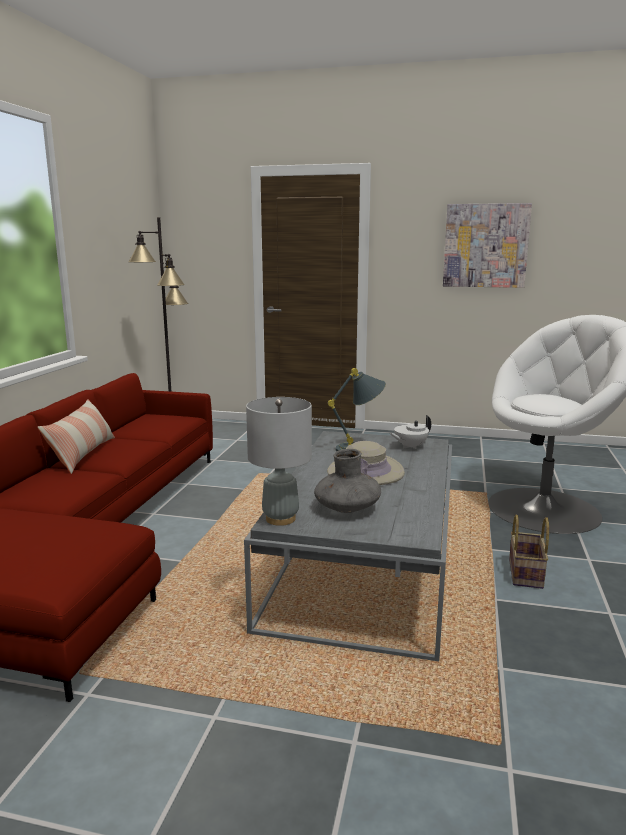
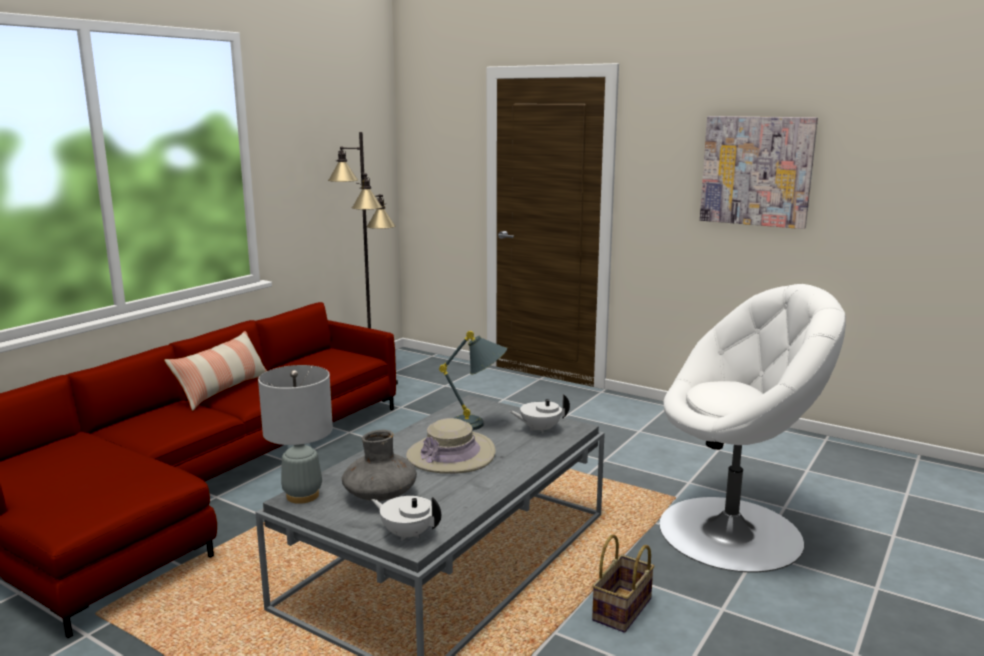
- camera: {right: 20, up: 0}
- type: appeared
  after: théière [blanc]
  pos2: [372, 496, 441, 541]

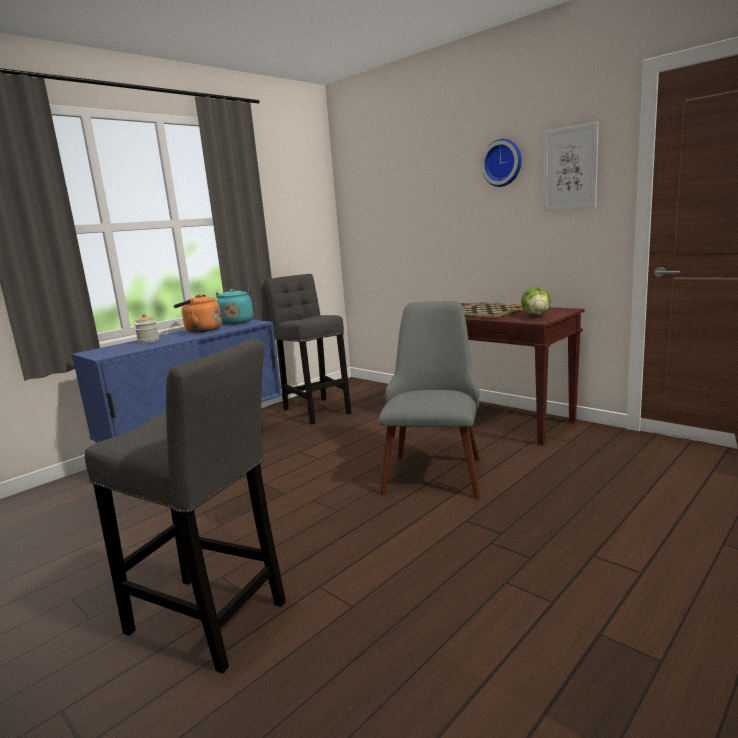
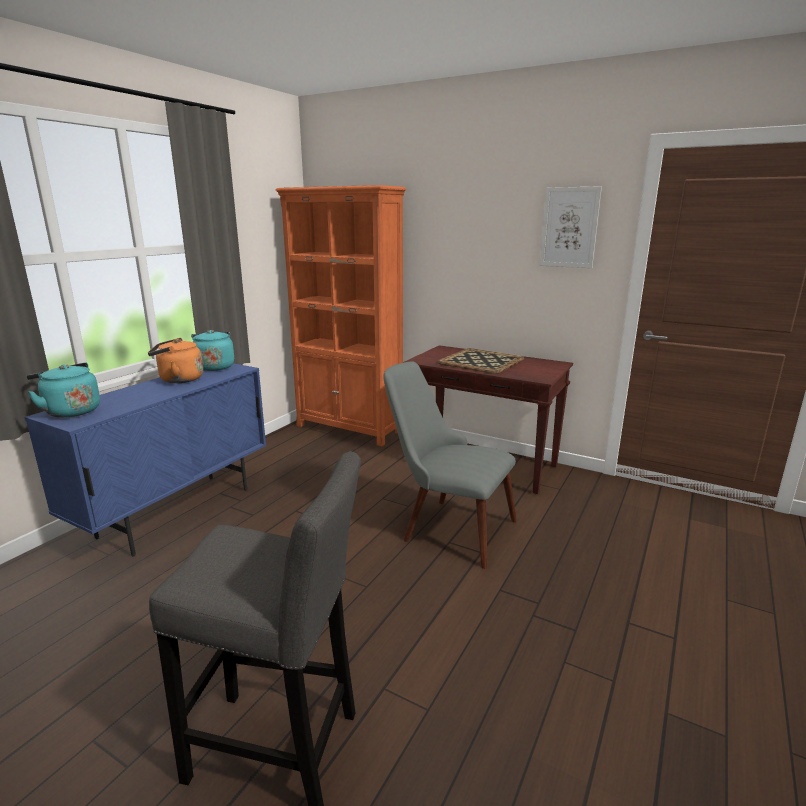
- camera: {right: -15, up: 5}
- type: missing
  before: bocal
  pos1: [134, 313, 159, 343]
- type: missing
  before: tabouret [gris]
  pos1: [264, 274, 351, 424]
- type: spun
  before: chaise [gris]
  pos1: [379, 301, 480, 499]
  pos2: [383, 362, 517, 569]
  turn: -60
- type: missing
  before: horloge murale
  pos1: [481, 139, 522, 187]
- type: missing
  before: laitue
  pos1: [521, 287, 551, 316]
- type: appeared
  after: bouilloire [turquoise]
  pos2: [27, 363, 100, 418]
- type: appeared
  after: bibliothèque [orange]
  pos2: [276, 185, 406, 446]

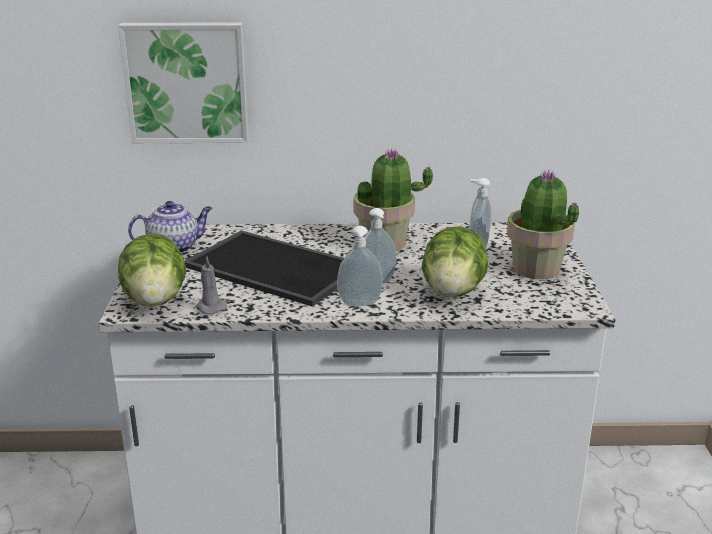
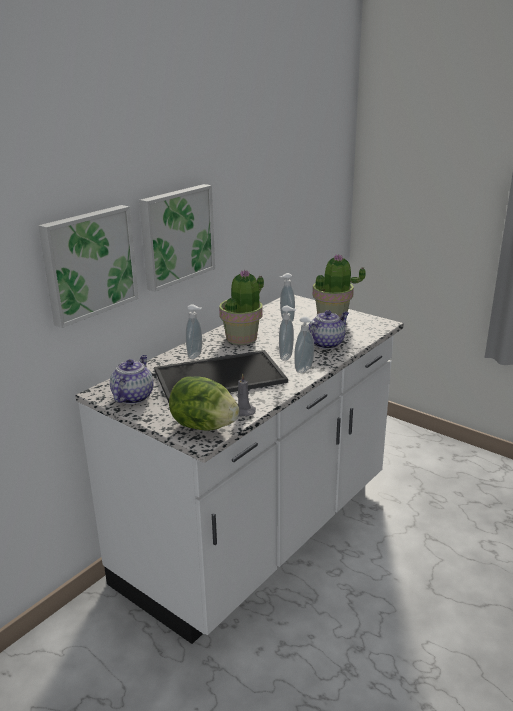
- camera: {right: -50, up: 0}
- type: exchanged
  before: laitue
  after: théière
  pos1: [422, 226, 488, 297]
  pos2: [308, 310, 349, 349]
- type: appeared
  after: tableau
  pos2: [139, 184, 215, 292]
- type: appeared
  after: distributeur de savon
  pos2: [186, 304, 202, 359]

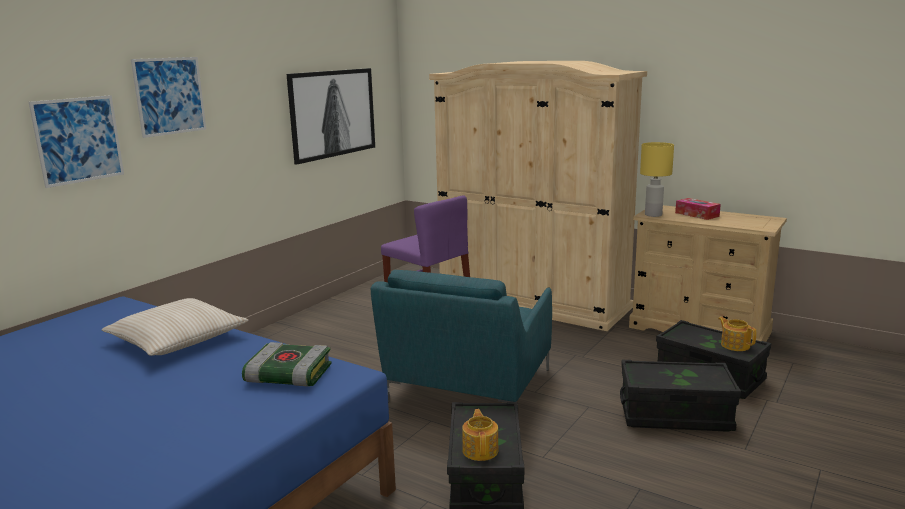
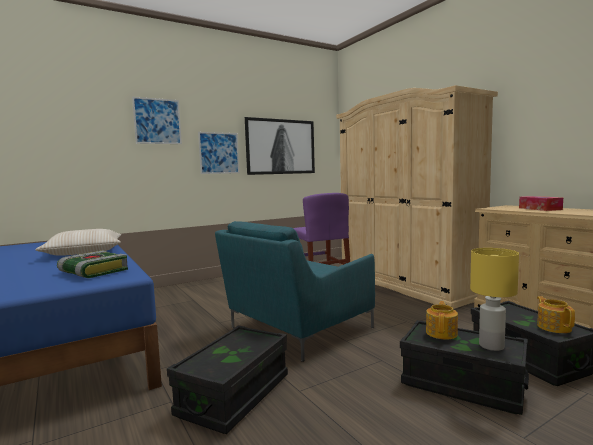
- camera: {right: 25, up: -10}
- type: relocated
  before: tableau
  pos1: [29, 95, 124, 188]
  pos2: [198, 132, 239, 174]
- type: relocated
  before: théière
  pos1: [462, 409, 498, 461]
  pos2: [426, 301, 458, 340]
- type: relocated
  before: lampe de table [jaune]
  pos1: [640, 142, 674, 217]
  pos2: [470, 248, 519, 351]

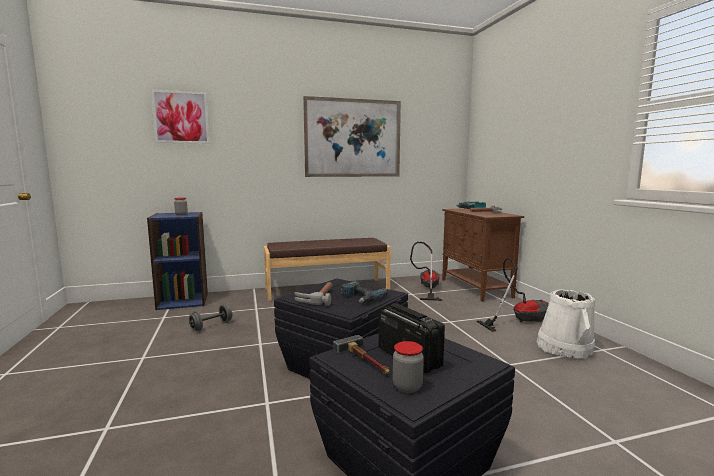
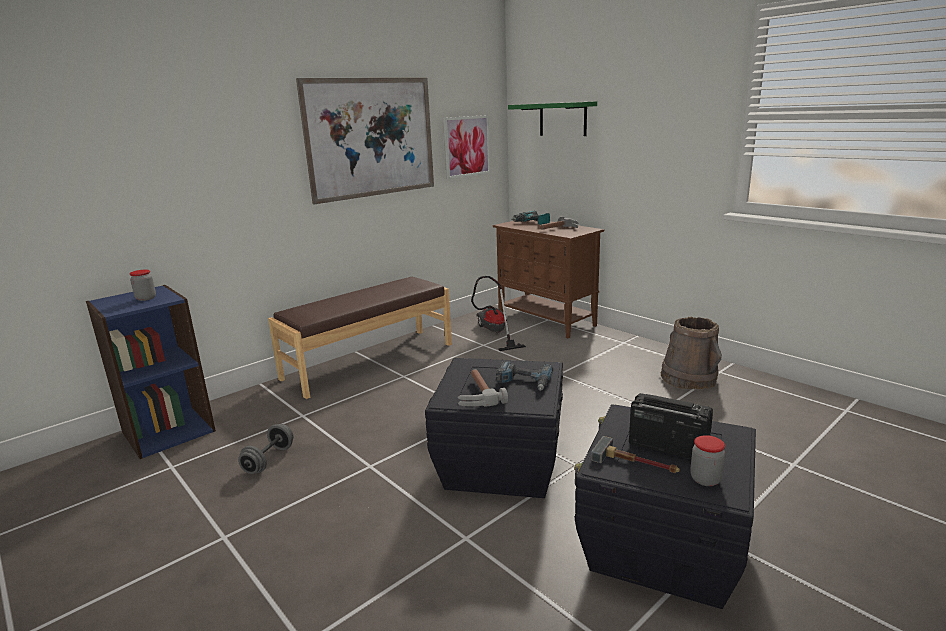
- camera: {right: -25, up: 10}
- type: relocated
  before: tableau
  pos1: [151, 90, 210, 144]
  pos2: [443, 115, 490, 179]
- type: missing
  before: aspirateur
  pos1: [477, 258, 549, 332]
- type: colour
  before: seau [blanc]
  after: seau [marron]
  pos1: [536, 289, 595, 359]
  pos2: [661, 317, 722, 390]
- type: appeared
  after: étagère [vert]
  pos2: [508, 101, 597, 136]

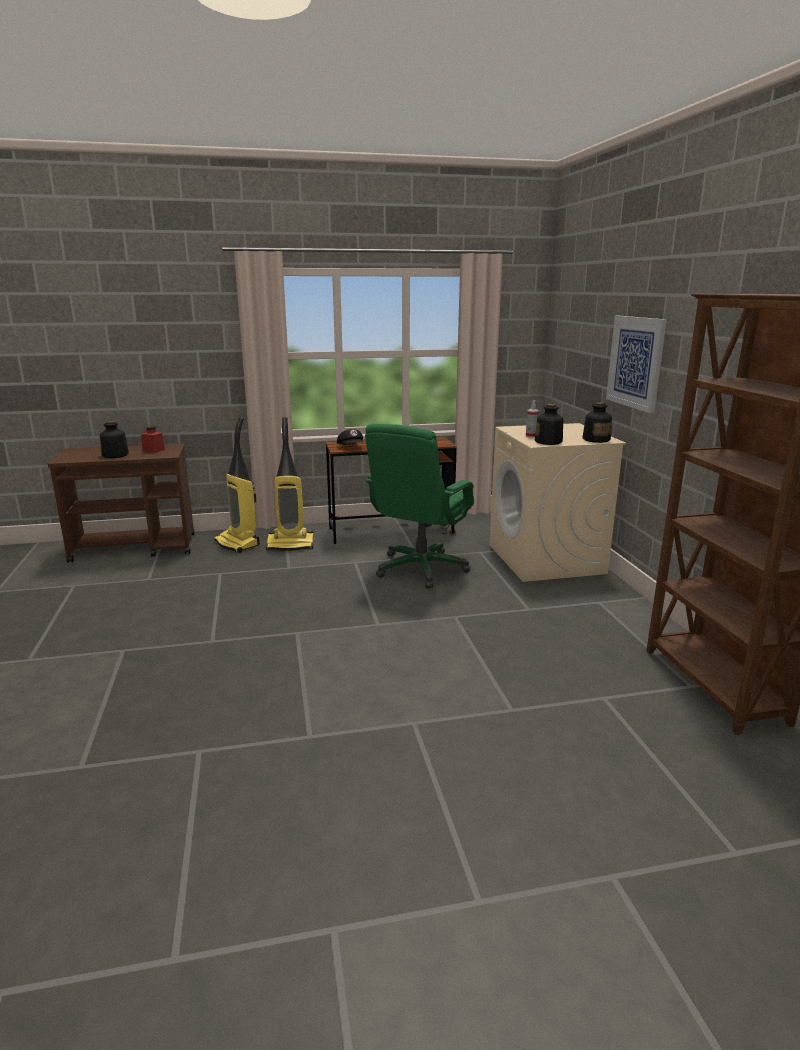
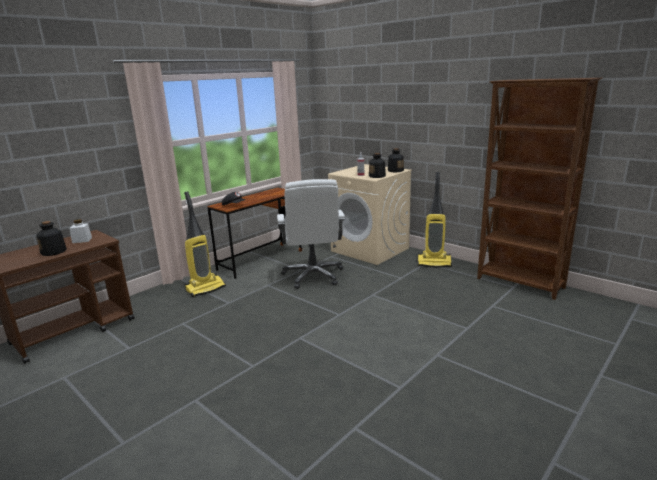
- camera: {right: -35, up: 0}
- type: colour
  before: bocal [rouge]
  after: bocal [blanc]
  pos1: [141, 426, 165, 453]
  pos2: [69, 219, 92, 243]
- type: relocated
  before: aspirateur
  pos1: [214, 417, 260, 553]
  pos2: [418, 172, 452, 268]
- type: colour
  before: chaise de bureau [vert]
  after: chaise de bureau [blanc]
  pos1: [365, 424, 474, 588]
  pos2: [277, 179, 345, 289]
- type: missing
  before: tableau
  pos1: [606, 316, 667, 413]

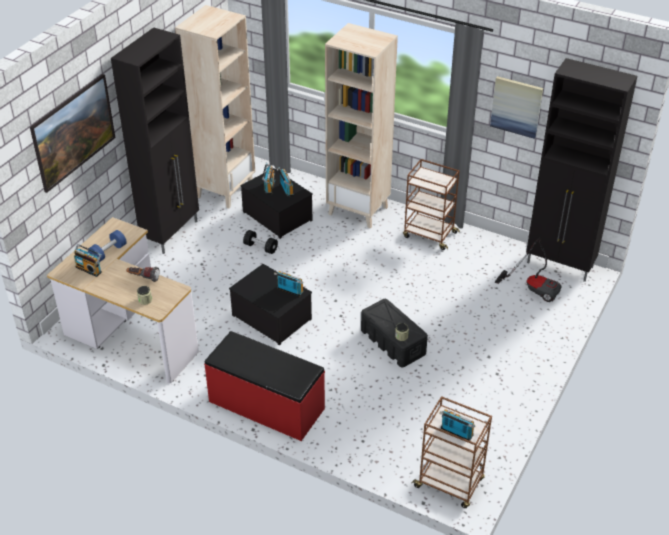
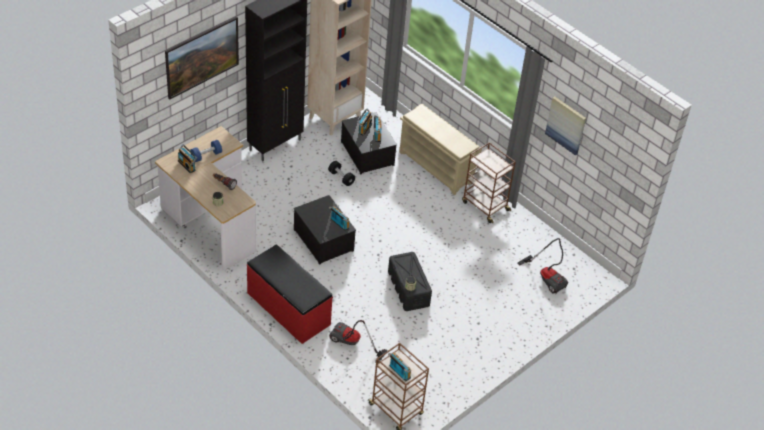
- camera: {right: 15, up: 5}
- type: exchanged
  before: bibliothèque [beige]
  after: étagère à chaussures [beige]
  pos1: [325, 23, 398, 229]
  pos2: [399, 104, 482, 195]
- type: missing
  before: meuble de rangement [noir]
  pos1: [526, 58, 637, 282]
- type: appeared
  after: aspirateur
  pos2: [329, 320, 388, 363]

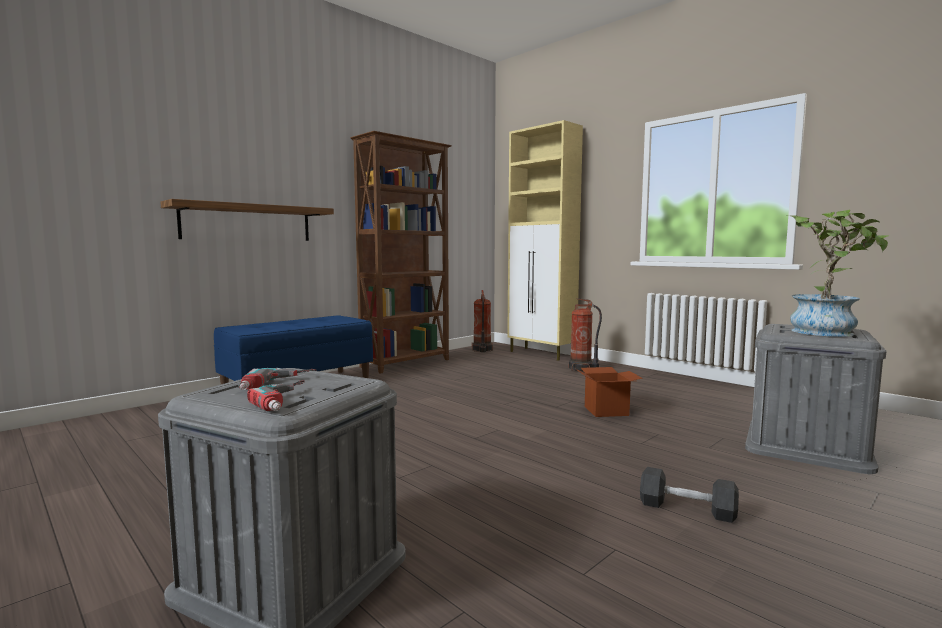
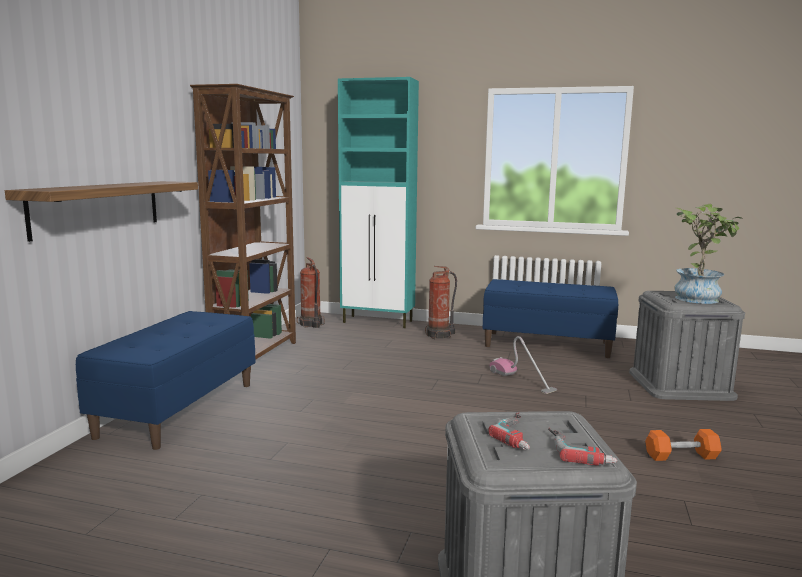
- camera: {right: -30, up: 5}
- type: colour
  before: meuble de rangement [beige]
  after: meuble de rangement [turquoise]
  pos1: [507, 120, 583, 361]
  pos2: [338, 77, 419, 328]
- type: exchanged
  before: carton
  after: aspirateur
  pos1: [575, 367, 643, 417]
  pos2: [489, 336, 557, 394]
- type: colour
  before: haltère [noir]
  after: haltère [orange]
  pos1: [640, 467, 739, 523]
  pos2: [645, 429, 722, 461]
- type: appeared
  after: banc [bleu]
  pos2: [483, 279, 618, 358]

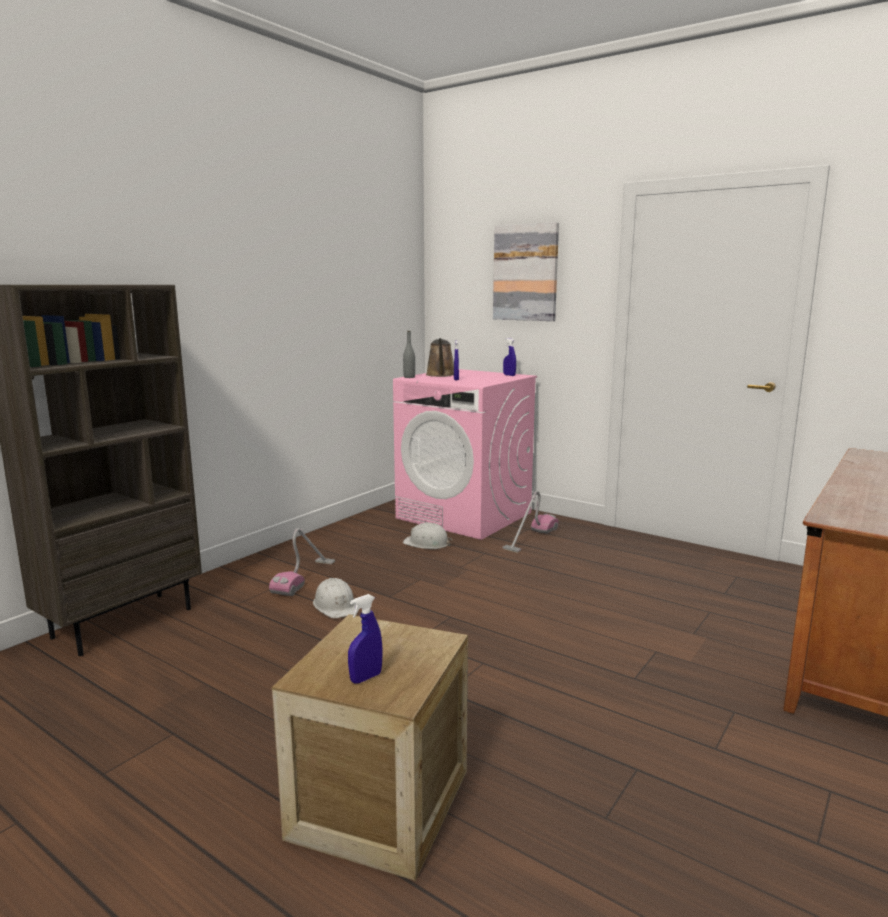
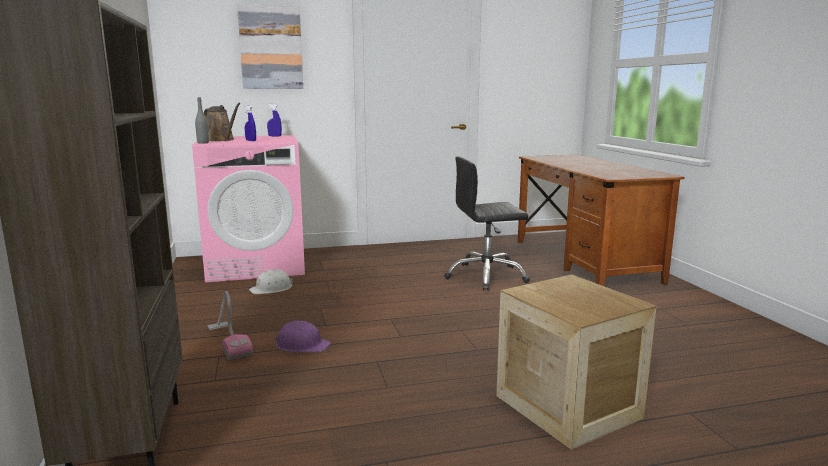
- camera: {right: -50, up: 0}
- type: colour
  before: casque de chantier [blanc]
  after: casque de chantier [violet]
  pos1: [313, 578, 356, 618]
  pos2: [273, 321, 330, 352]
- type: missing
  before: vaporisateur [bleu]
  pos1: [348, 594, 383, 684]
- type: missing
  before: aspirateur
  pos1: [503, 491, 559, 553]
- type: appeared
  after: chaise de bureau [noir]
  pos2: [444, 156, 530, 291]

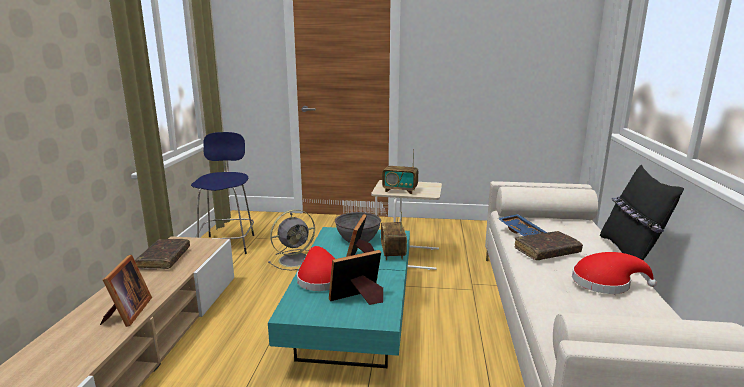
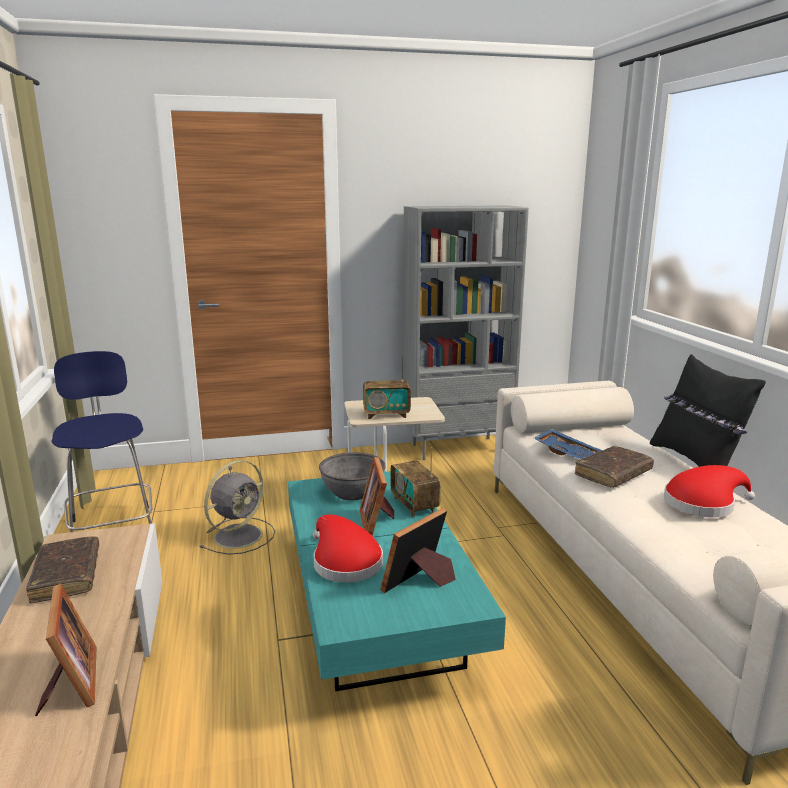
- camera: {right: -20, up: 0}
- type: appeared
  after: bibliothèque [gris]
  pos2: [403, 205, 529, 460]

